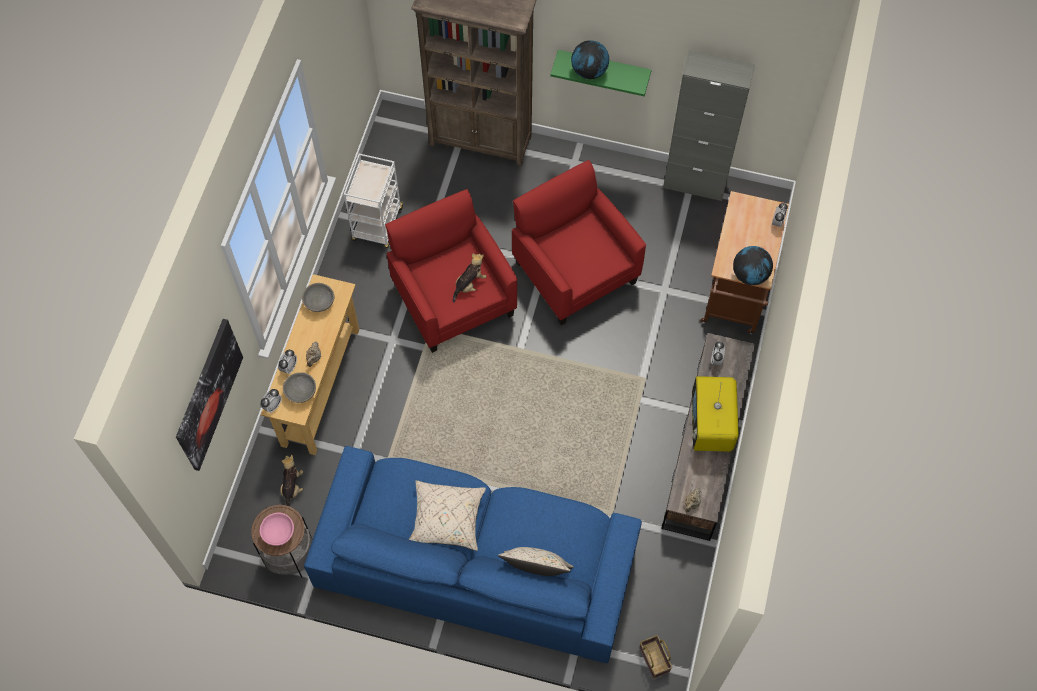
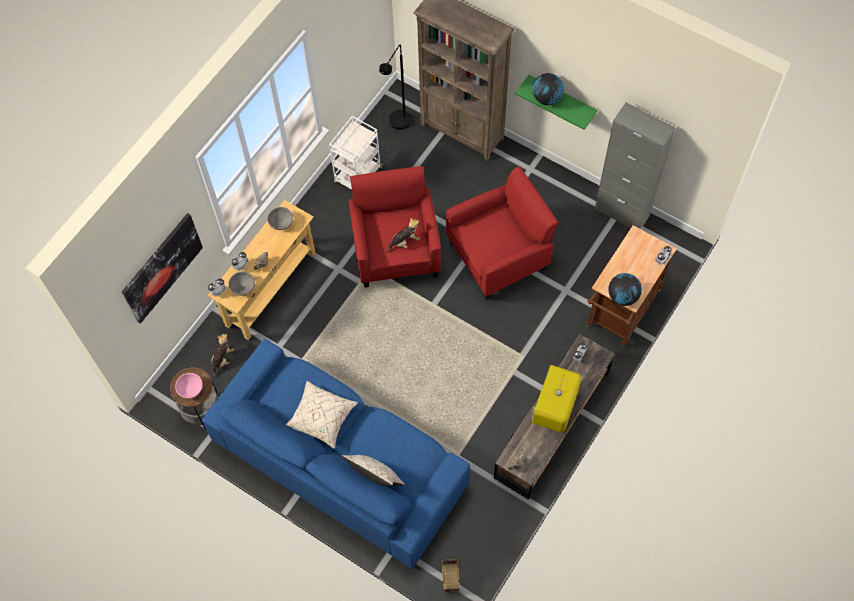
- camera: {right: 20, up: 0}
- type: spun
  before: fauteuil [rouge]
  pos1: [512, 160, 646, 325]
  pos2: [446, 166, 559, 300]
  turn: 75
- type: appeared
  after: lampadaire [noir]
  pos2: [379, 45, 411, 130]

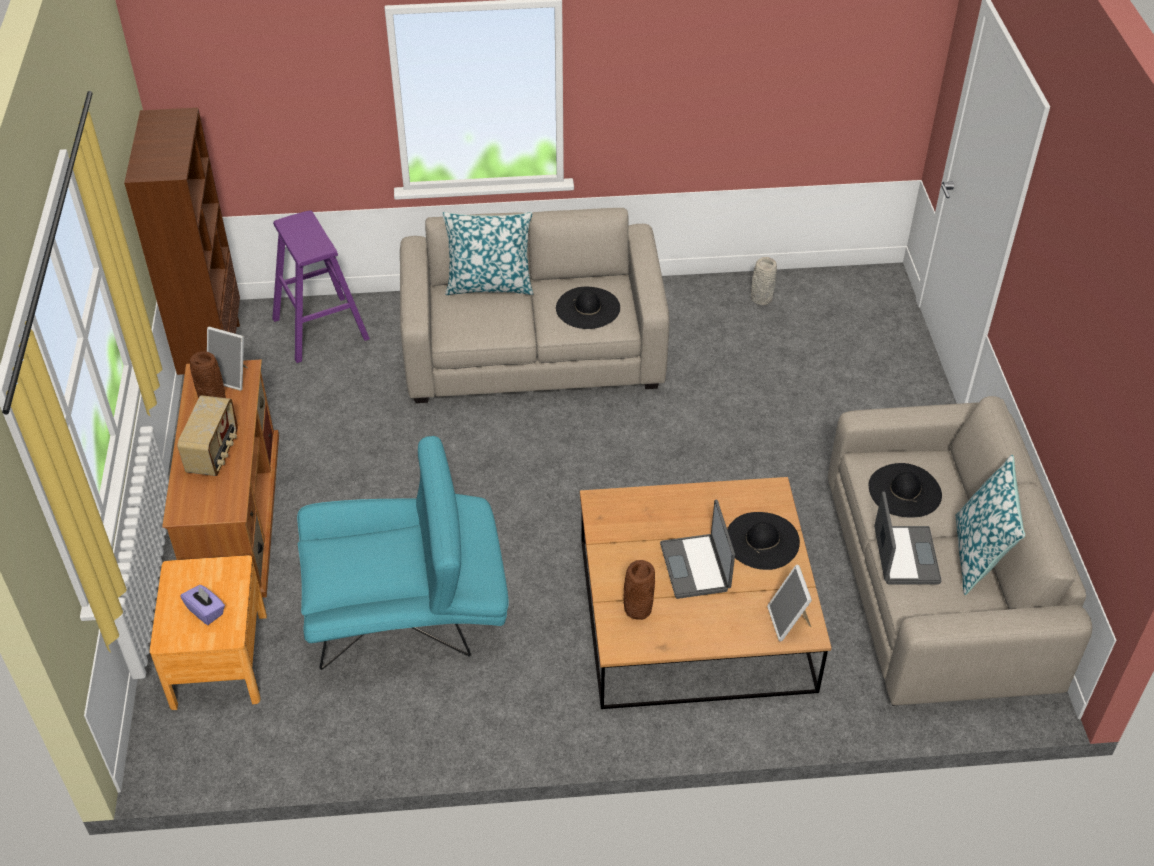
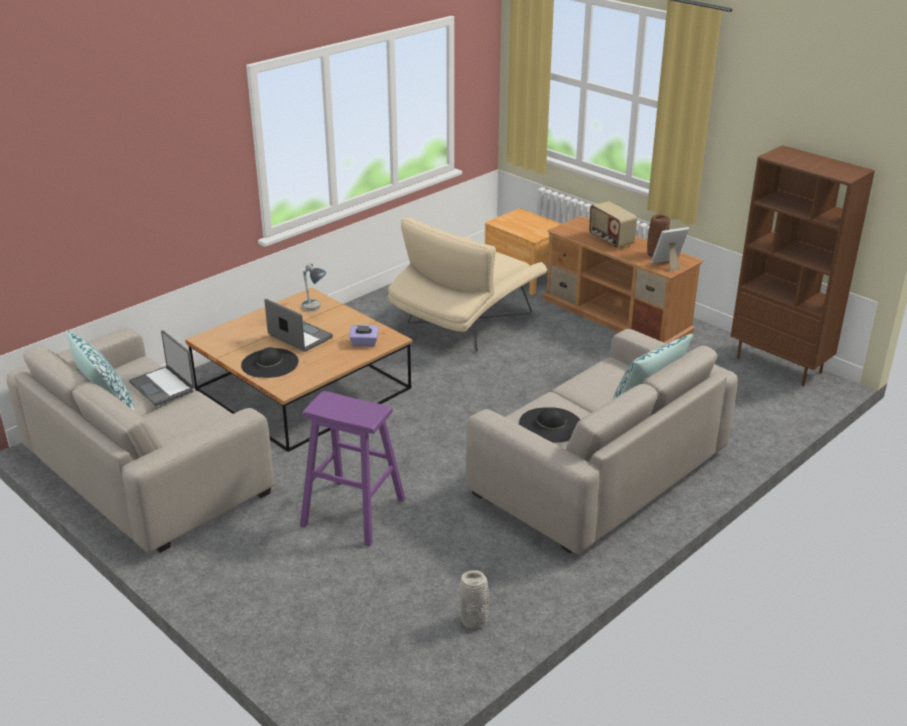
- camera: {right: 140, up: -15}
- type: relocated
  before: boîte à mouchoirs [violet]
  pos1: [180, 585, 225, 625]
  pos2: [349, 324, 379, 346]
- type: relocated
  before: tabouret [violet]
  pos1: [272, 210, 370, 363]
  pos2: [300, 391, 405, 546]
- type: colour
  before: fauteuil [turquoise]
  after: fauteuil [beige]
  pos1: [297, 436, 509, 670]
  pos2: [388, 217, 547, 352]
- type: exchanged
  before: vase [marron]
  after: lampe de table
  pos1: [624, 560, 655, 620]
  pos2: [302, 263, 327, 311]
- type: missing
  before: cadre photo
  pos1: [767, 565, 812, 641]
- type: missing
  before: chapeau [noir]
  pos1: [869, 463, 942, 518]

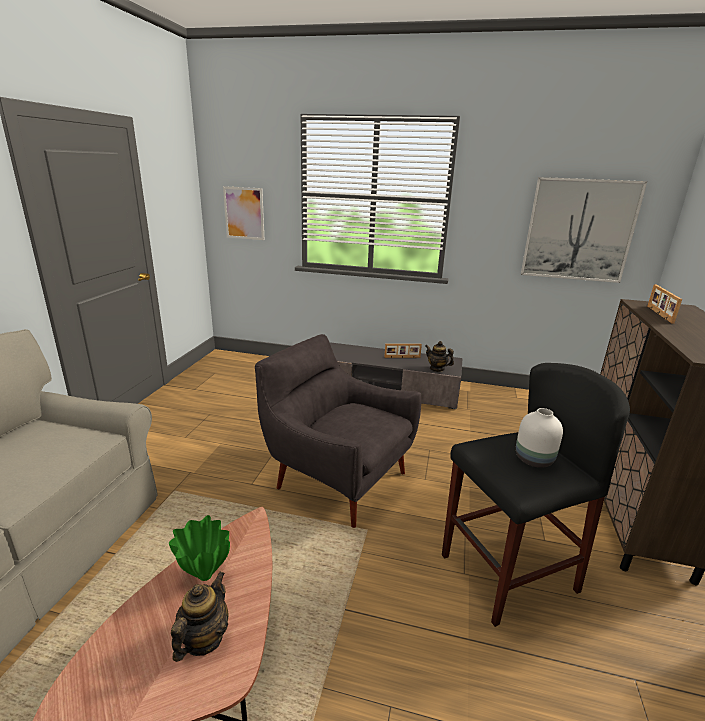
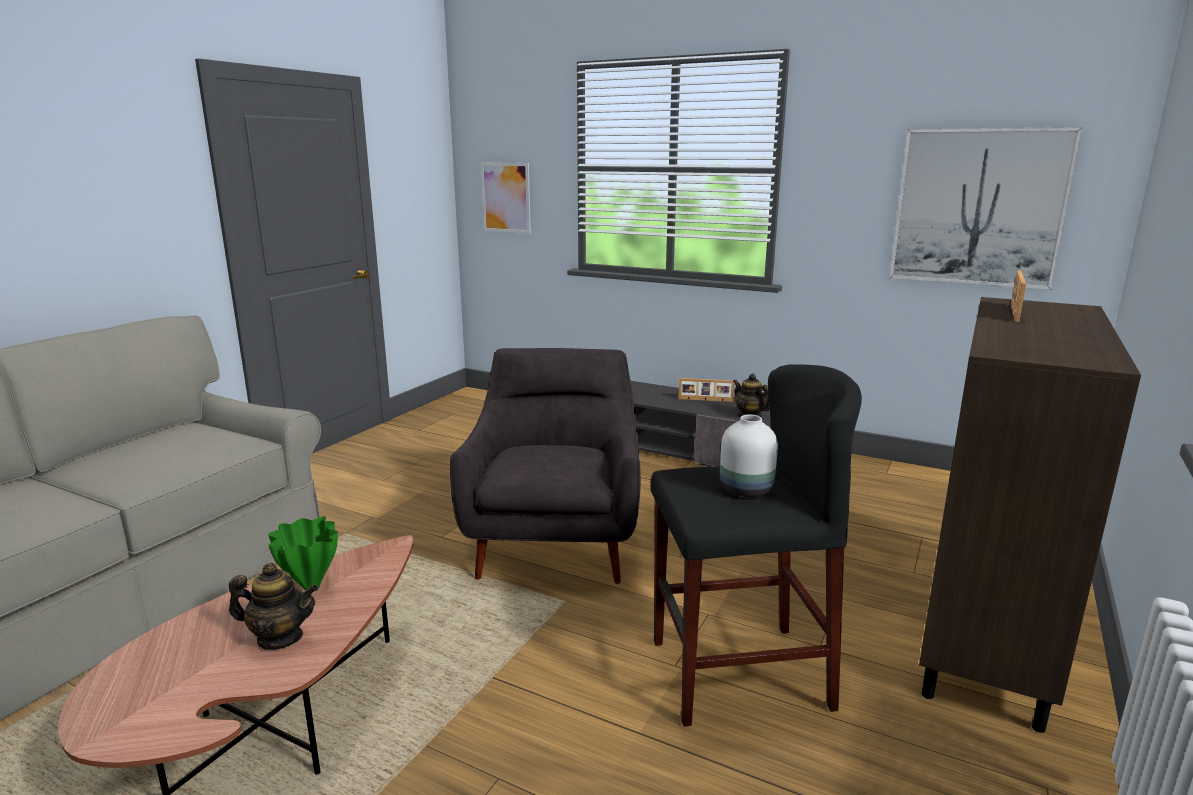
- camera: {right: 15, up: -5}
- type: spun
  before: théière
  pos1: [171, 572, 228, 662]
  pos2: [229, 563, 318, 650]
  turn: 60
- type: spun
  before: fauteuil [gris]
  pos1: [255, 334, 421, 528]
  pos2: [450, 348, 641, 584]
  turn: 45

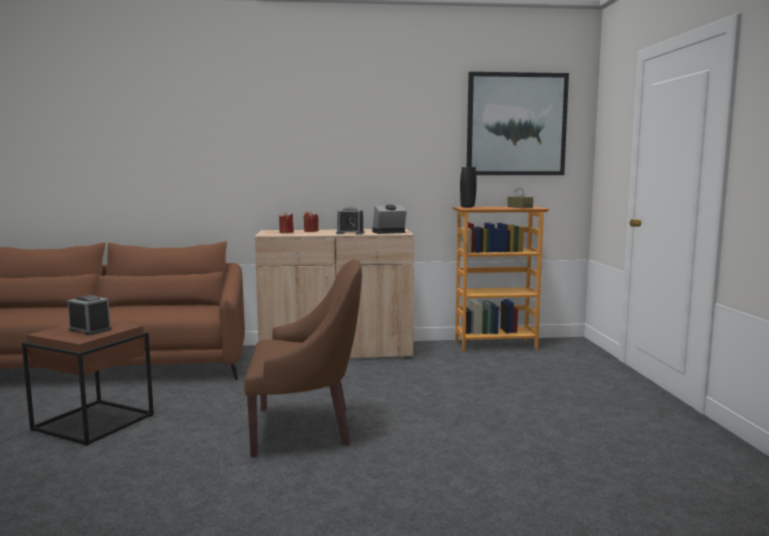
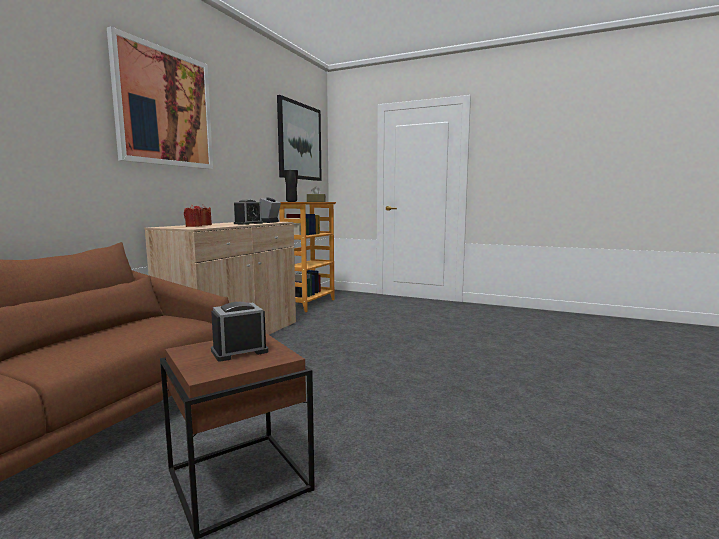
- camera: {right: -60, up: 0}
- type: missing
  before: fauteuil [marron]
  pos1: [244, 260, 362, 457]
- type: appeared
  after: tableau
  pos2: [107, 26, 213, 169]

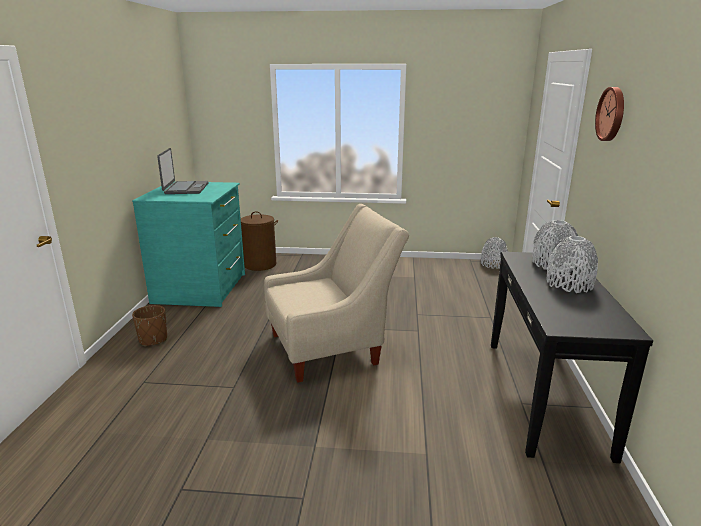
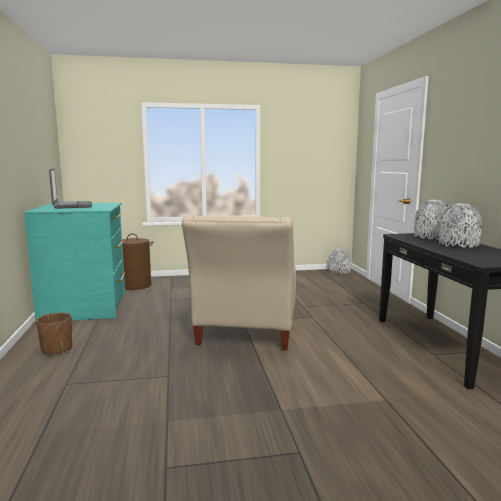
- camera: {right: -15, up: -10}
- type: spun
  before: fauteuil [beige]
  pos1: [264, 204, 409, 383]
  pos2: [182, 215, 296, 351]
  turn: 135
- type: missing
  before: horloge murale
  pos1: [595, 87, 624, 141]

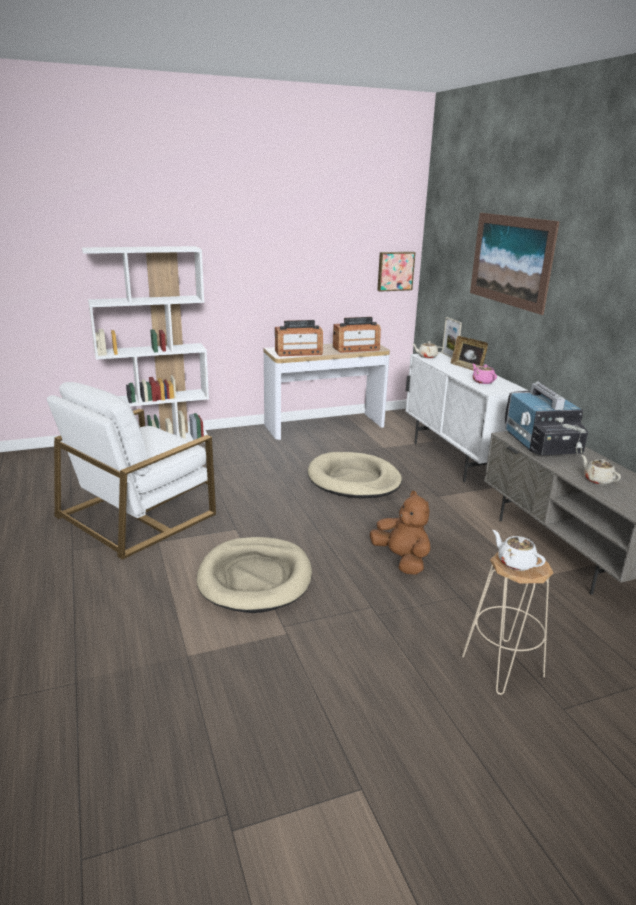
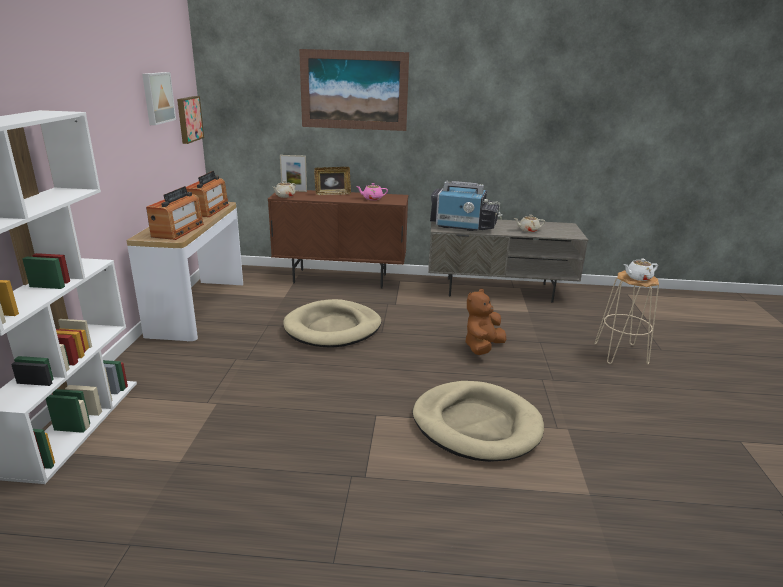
- camera: {right: -65, up: 0}
- type: missing
  before: fauteuil [blanc]
  pos1: [47, 382, 216, 560]
- type: spun
  before: peluche [marron]
  pos1: [370, 491, 431, 575]
  pos2: [465, 289, 506, 355]
  turn: -45
- type: colour
  before: meuble de rangement [blanc]
  after: meuble de rangement [marron]
  pos1: [406, 352, 529, 482]
  pos2: [268, 190, 408, 289]
- type: appeared
  after: tableau
  pos2: [142, 72, 176, 125]

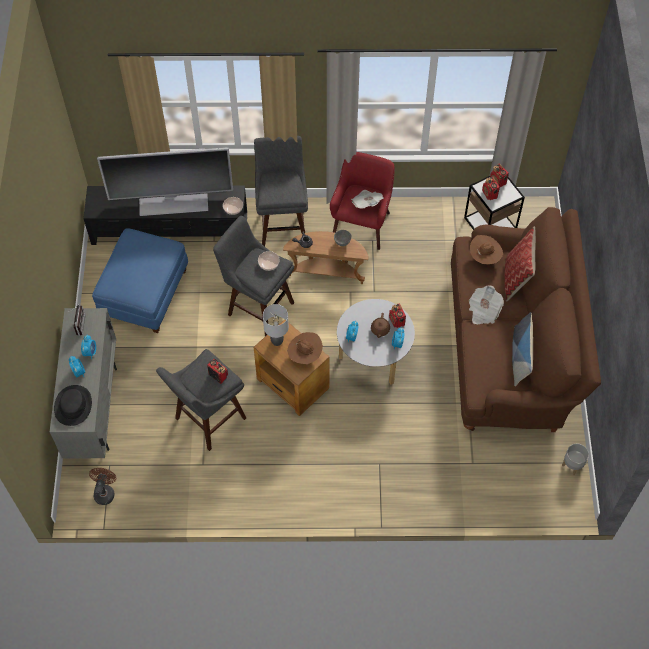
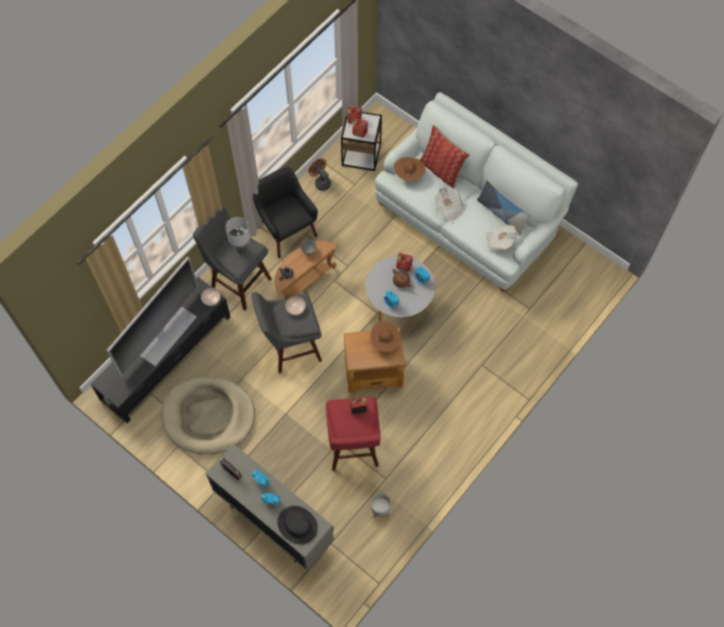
- camera: {right: -50, up: 5}
- type: relocated
  before: ventilateur [marron]
  pos1: [89, 468, 116, 505]
  pos2: [308, 158, 331, 191]
- type: exchanged
  before: pouf [bleu]
  after: panier pour chien [beige]
  pos1: [92, 228, 188, 333]
  pos2: [161, 376, 255, 454]
- type: colour
  before: tabouret [gris]
  after: tabouret [rouge]
  pos1: [156, 349, 246, 451]
  pos2: [326, 396, 380, 471]
- type: relocated
  before: lampe de table [gris]
  pos1: [263, 304, 289, 346]
  pos2: [226, 217, 250, 254]
- type: colour
  before: fauteuil [rouge]
  after: fauteuil [noir]
  pos1: [330, 152, 395, 250]
  pos2: [253, 167, 318, 258]
- type: relocated
  before: journal
  pos1: [351, 190, 384, 209]
  pos2: [485, 224, 518, 250]
- type: colour
  before: canapé [marron]
  after: canapé [blanc]
  pos1: [451, 207, 601, 432]
  pos2: [375, 92, 578, 292]
- type: relocated
  before: cache-pot [gris]
  pos1: [562, 444, 589, 475]
  pos2: [371, 494, 391, 518]

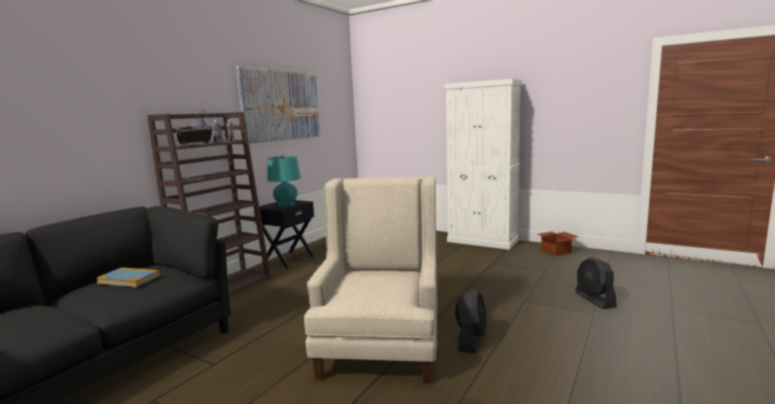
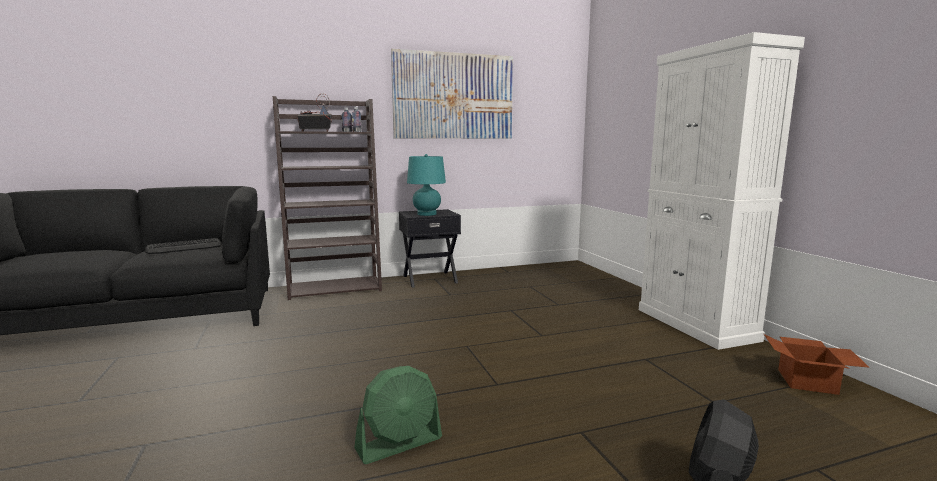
- camera: {right: 40, up: 0}
- type: exchanged
  before: livre
  after: clavier
  pos1: [96, 267, 160, 287]
  pos2: [145, 238, 222, 254]
- type: missing
  before: fauteuil [beige]
  pos1: [304, 176, 437, 384]
- type: colour
  before: ventilateur [noir]
  after: ventilateur [vert]
  pos1: [455, 289, 487, 353]
  pos2: [354, 366, 442, 464]

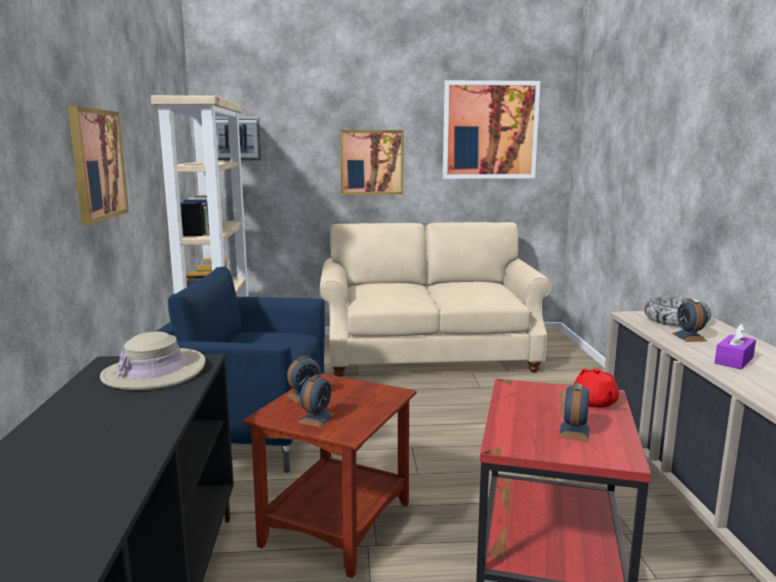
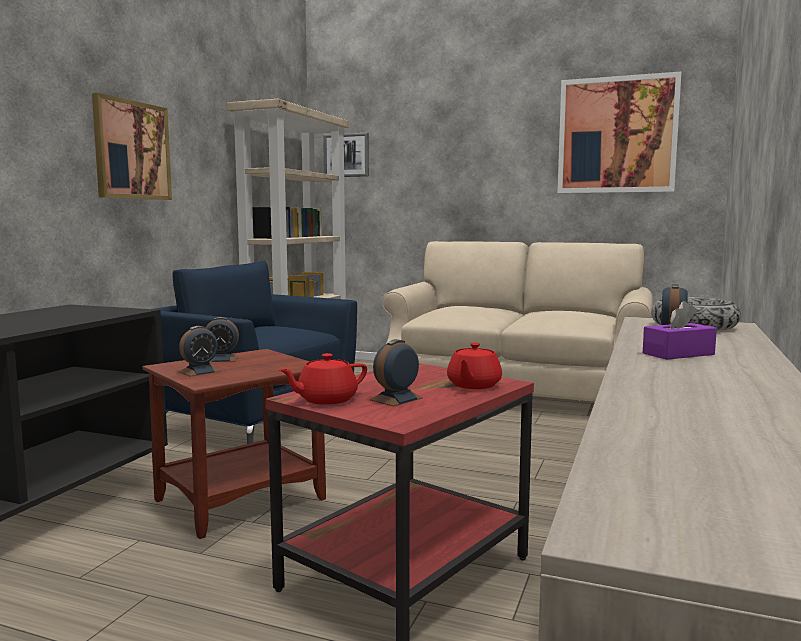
- camera: {right: 25, up: -5}
- type: missing
  before: chapeau [beige]
  pos1: [100, 332, 206, 390]
- type: missing
  before: tableau
  pos1: [340, 130, 404, 195]
- type: appeared
  after: théière [rouge]
  pos2: [279, 353, 367, 405]

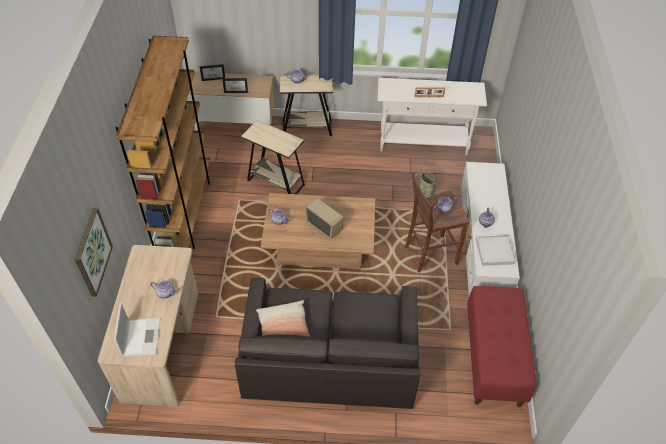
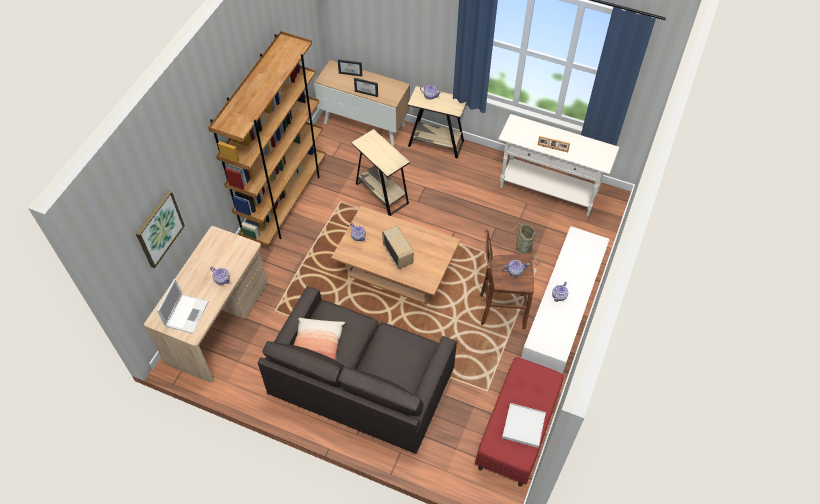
- camera: {right: 20, up: 5}
- type: relocated
  before: plateau [blanc]
  pos1: [476, 235, 516, 266]
  pos2: [502, 403, 546, 448]

